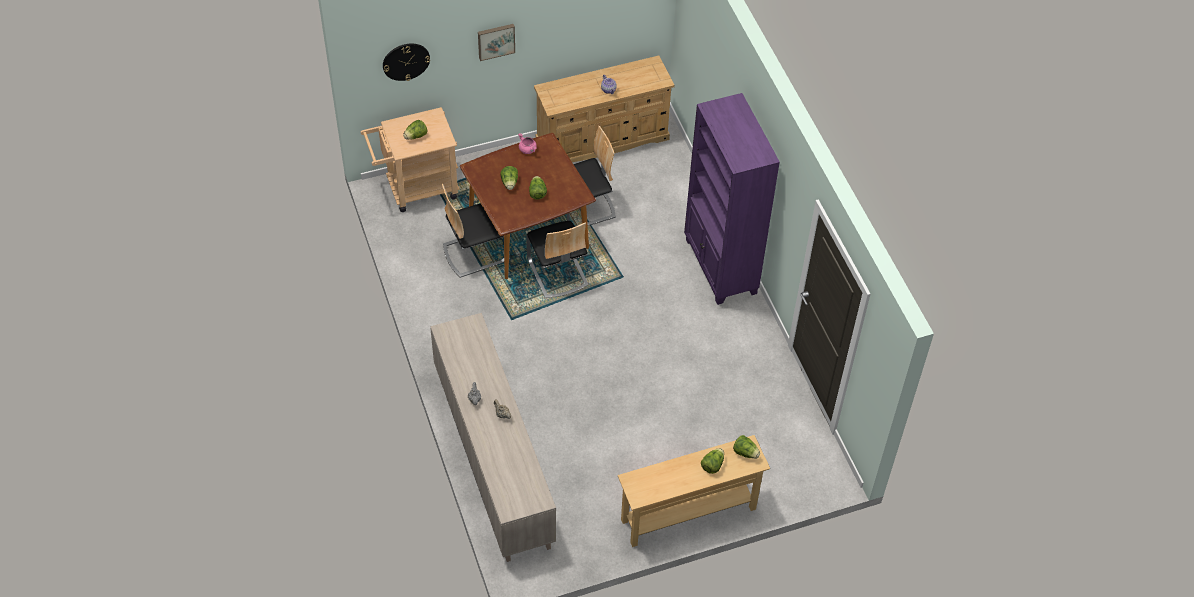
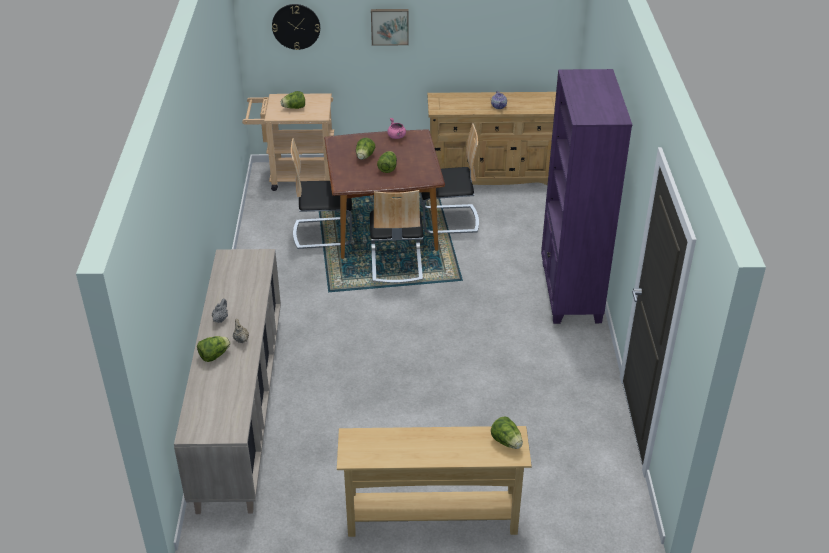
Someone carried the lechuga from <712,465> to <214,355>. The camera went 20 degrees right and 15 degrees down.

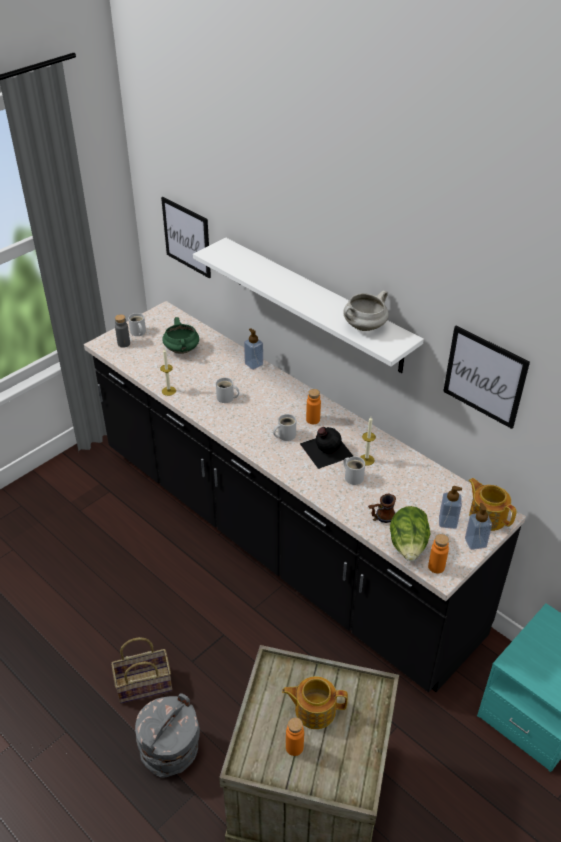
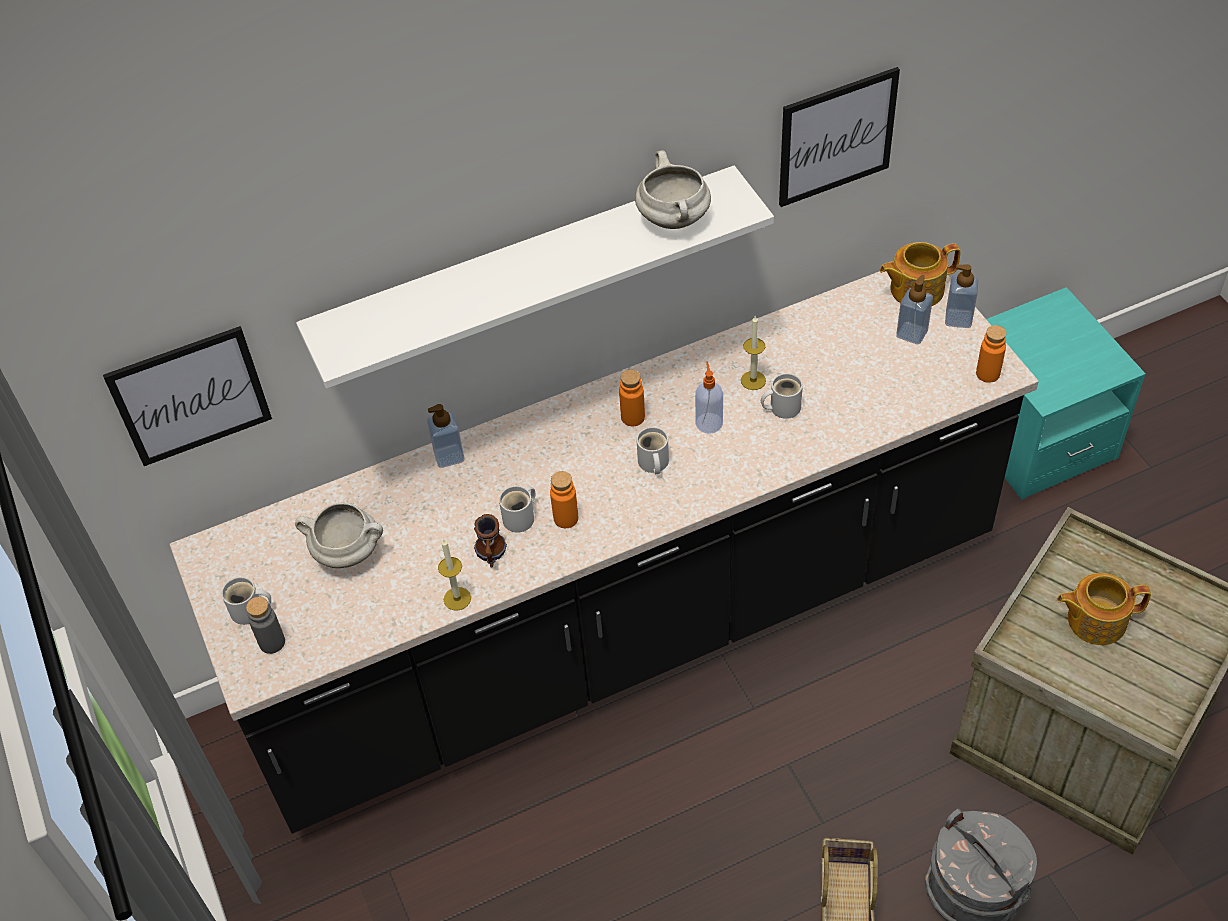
Someone repainted the olla/verde at <182,350>, which became the olla/blanco at <348,551>. Someone carried the taza grande from <380,518> to <491,556>. Someone carried the botella/naranja from <294,747> to <566,518>. Someone swapped the botella/negro at <325,449> for the dispensador de jabón at <709,422>. Someone rotated the tetera at <314,710> by 60 degrees clockwise. Someone took away the lechuga at <408,546>. The camera went 65 degrees left and 10 degrees up.

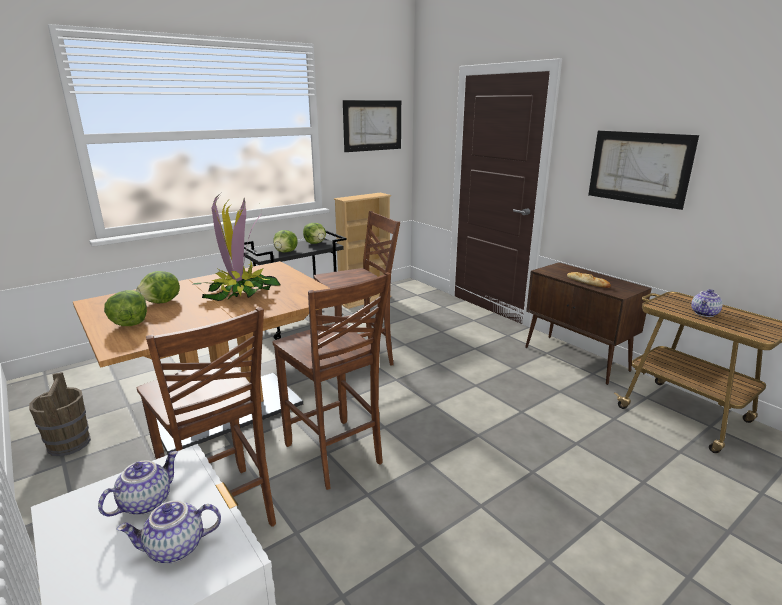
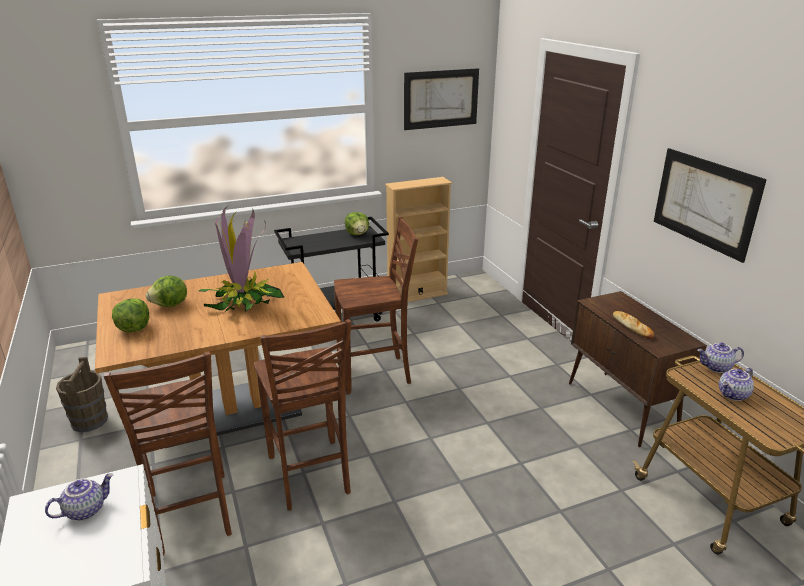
Someone carried the tetera from <175,549> to <716,368>. Someone took away the lechuga at <286,252>. The camera went 15 degrees right and 5 degrees up.

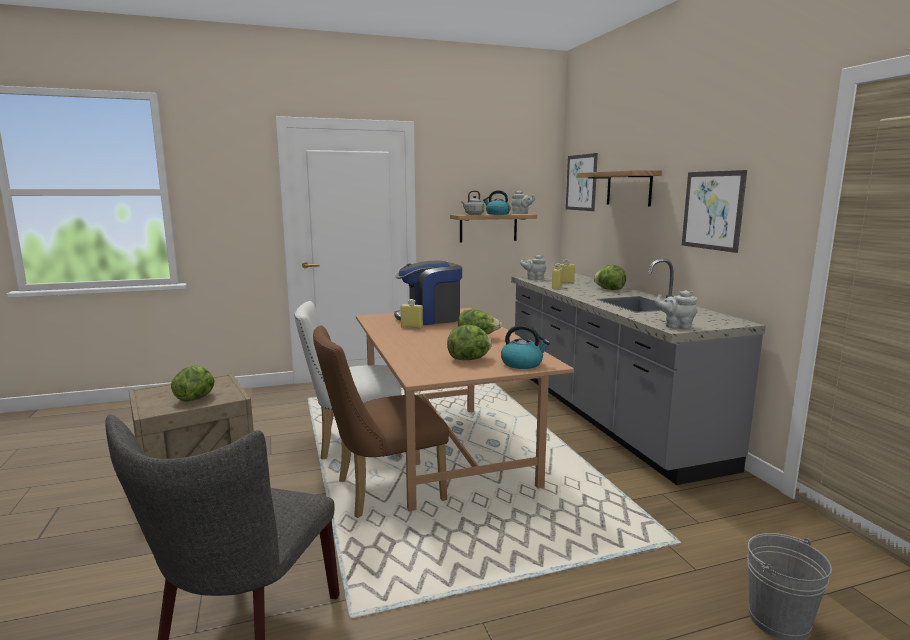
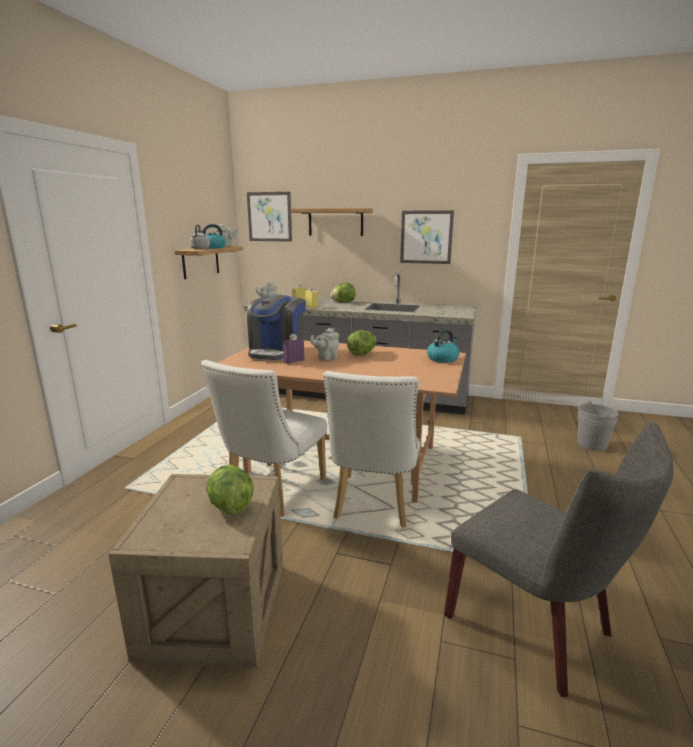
Someone repainted the botella/amarillo at <412,327>, which became the botella/morado at <294,361>. Someone carried the tetera/gris from <676,326> to <326,357>. Someone repainted the silla/marrón at <381,491>, which became the silla/blanco at <374,505>. Someone took away the lechuga at <469,359>. The camera went 55 degrees left and 5 degrees up.

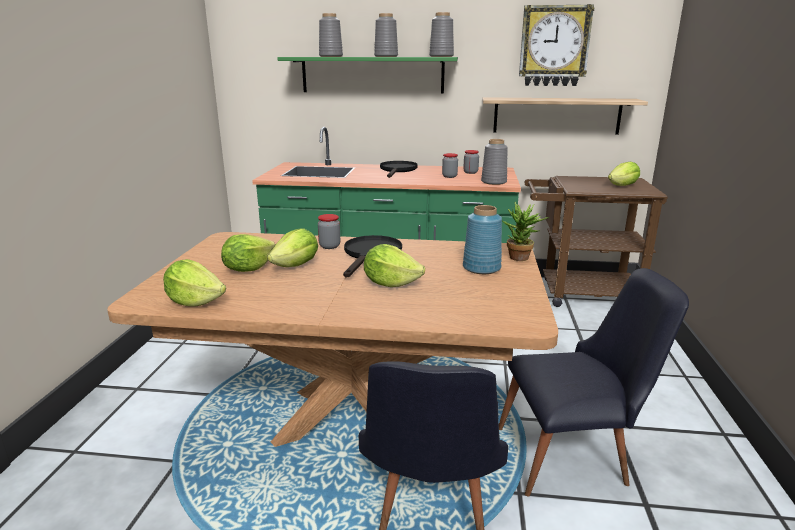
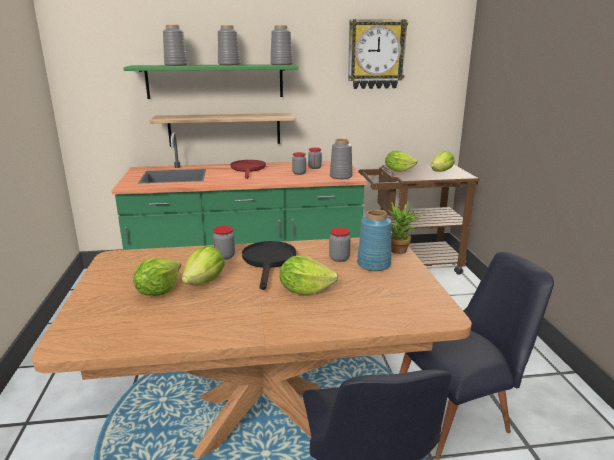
Someone carried the estante from <556,115> to <224,129>. Someone repainted the sartén/negro at <397,170>, which became the sartén/rojo at <248,169>. Someone put down the tarro at <339,258>. Someone carried the lechuga from <195,302> to <398,170>. The camera went 15 degrees left and 0 degrees up.

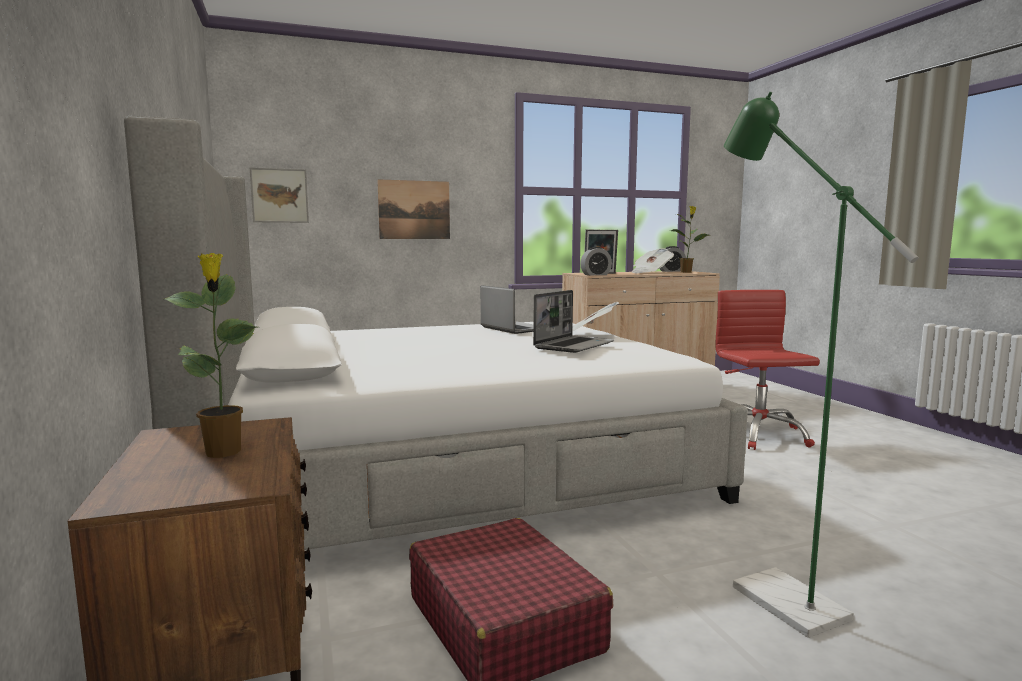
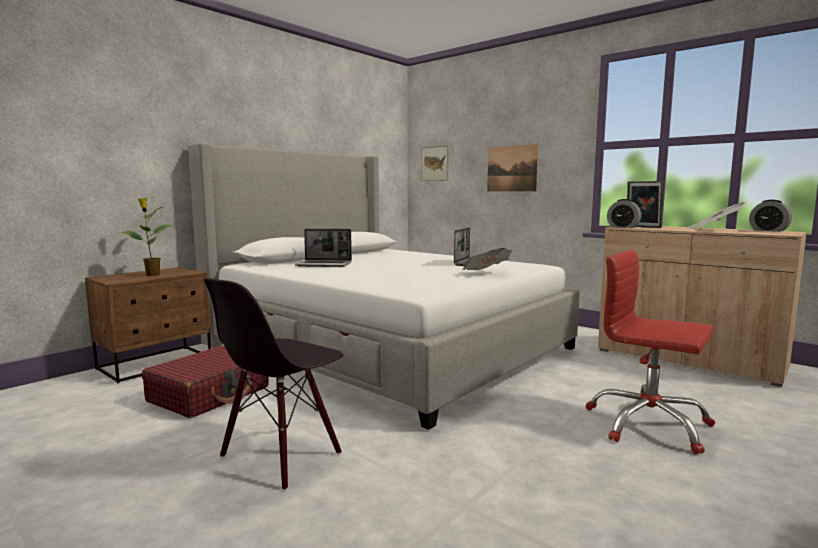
Someone swapped the lámpara de pie/verde at <773,593> for the silla/negro at <281,456>. Someone carried the portátil from <573,345> to <325,265>. Someone rotated the silla de oficina/rojo at <758,434> by 105 degrees counterclockwise. Someone took away the planta en maceta at <686,272>. The camera went 60 degrees right and 0 degrees up.

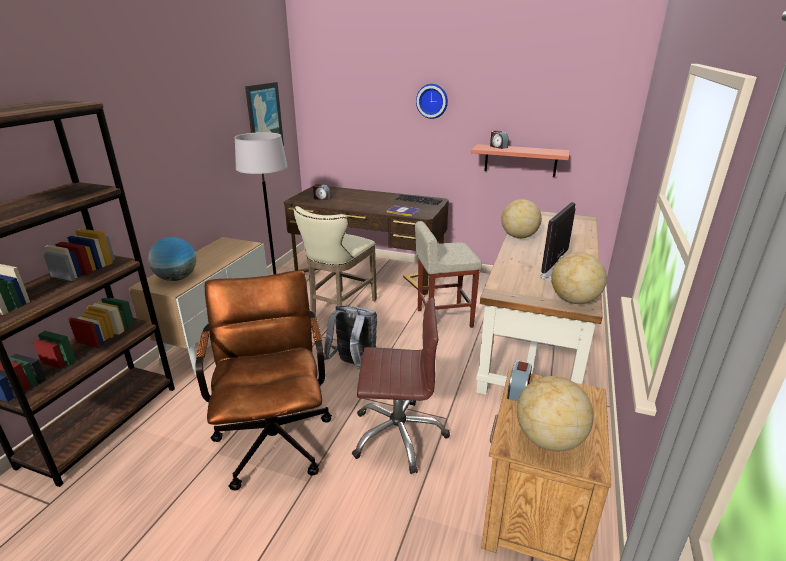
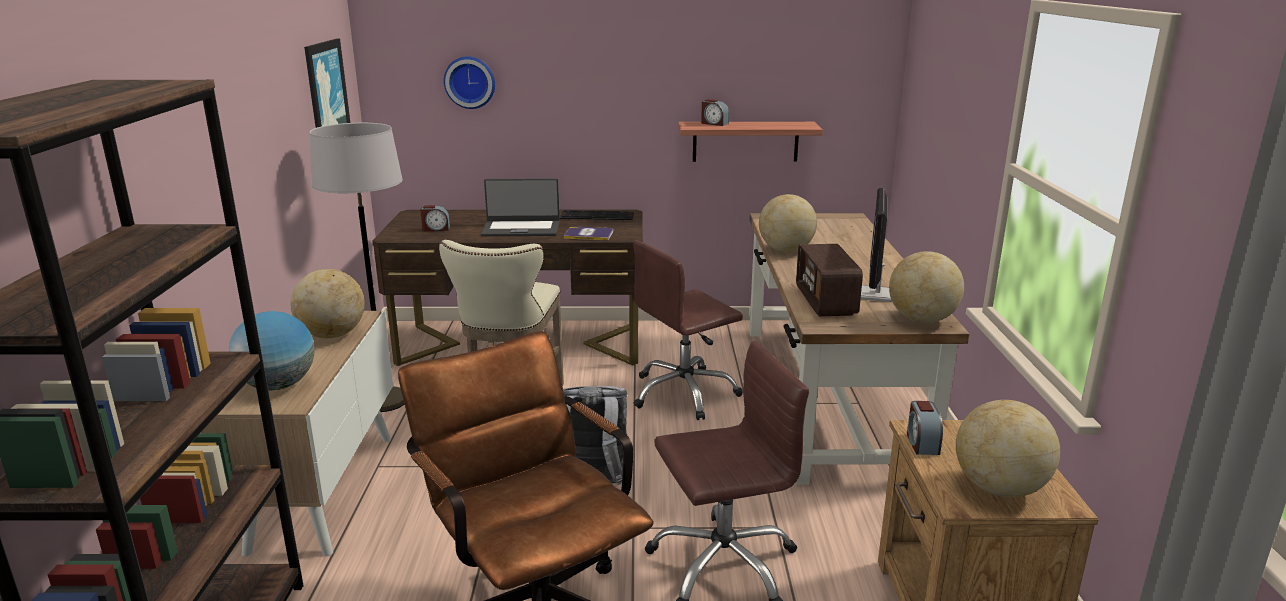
Someone put down the globo terráqueo at <332,335>. Someone carried the reloj de pared from <432,101> to <470,82>. Someone put down the portátil at <521,229>. Someone swapped the taburete/beis at <443,318> for the silla de oficina/marrón at <684,393>. Someone put down the radio at <825,302>. The camera went 20 degrees left and 5 degrees down.

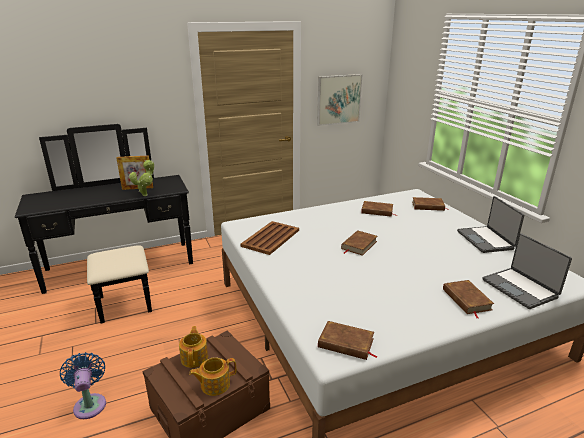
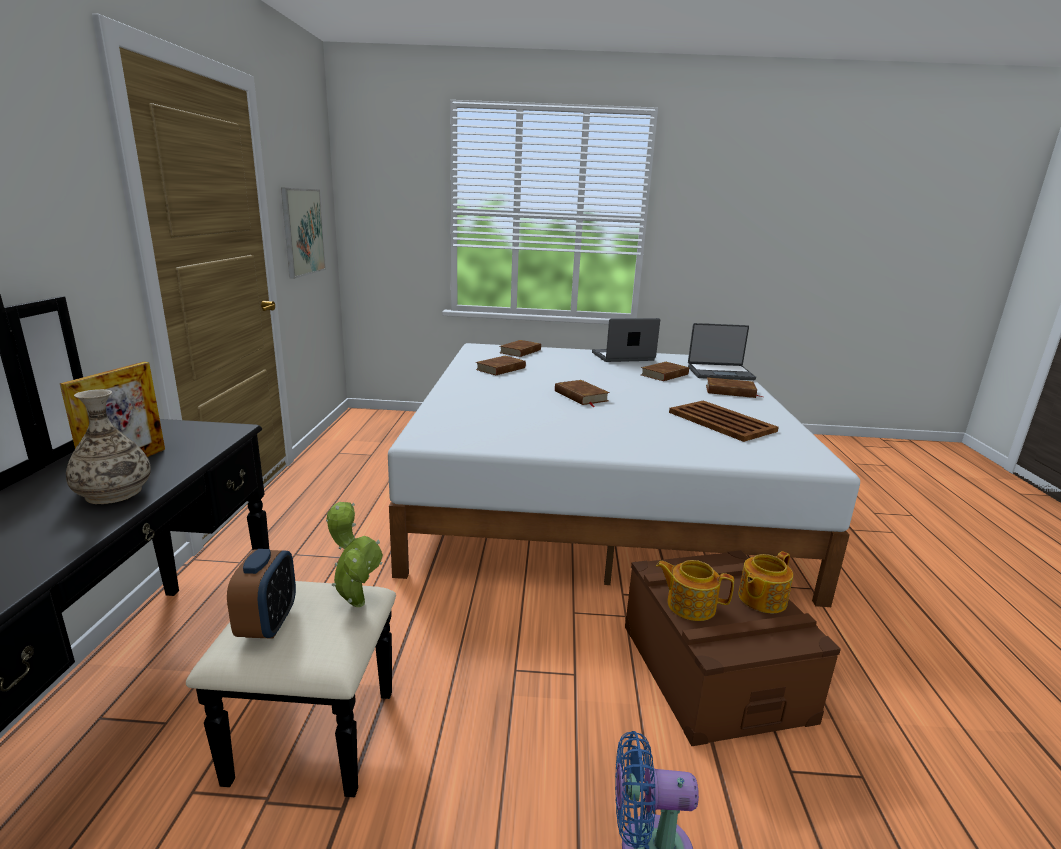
Someone put down the florero at <114,493>. Someone put down the despertador at <268,624>. Someone carried the planta en maceta from <146,194> to <356,601>. Someone rotated the portátil at <486,240> by 150 degrees clockwise. Someone carried the libro/marrón from <346,343> to <664,375>. Someone carried the bandeja/marrón from <270,238> to <722,422>. Someone rotated the tetera at <214,384> by 45 degrees clockwise. The camera went 65 degrees left and 5 degrees down.

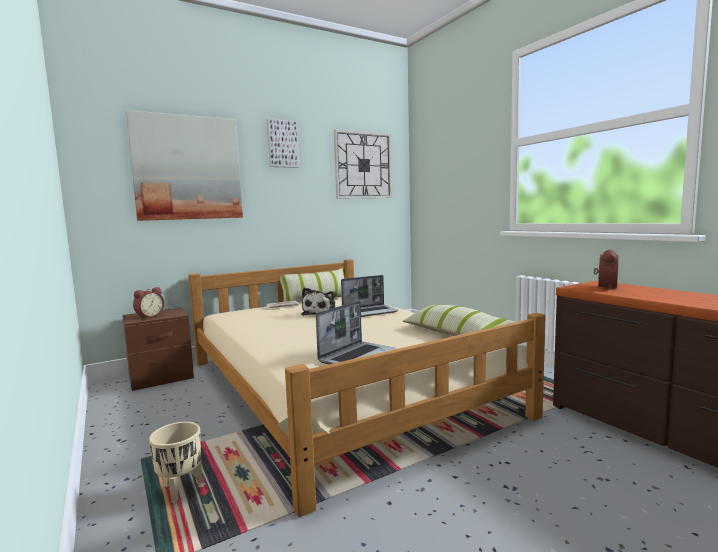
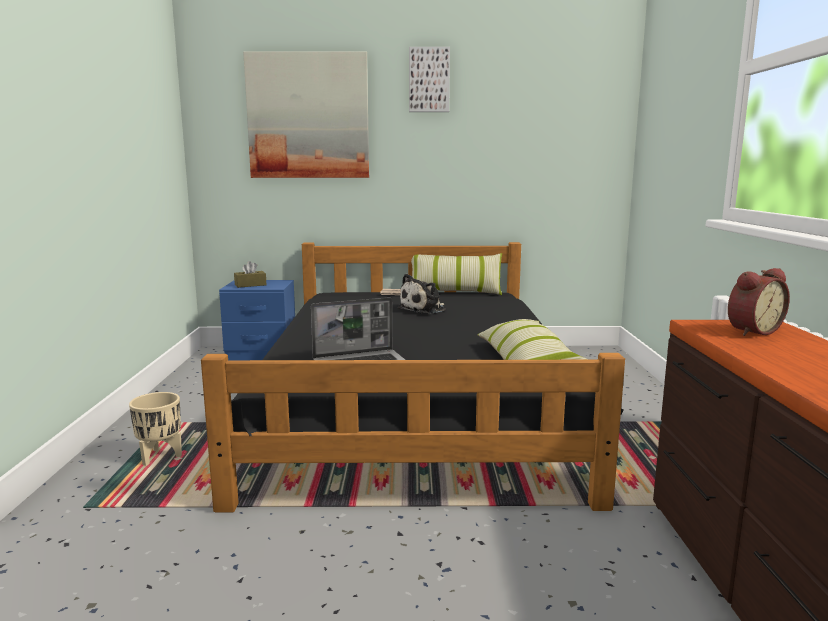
Someone repainted the cama/beis at <339,386>, which became the cama/negro at <413,404>. Someone repainted the mesita de noche/marrón at <161,377>, which became the mesita de noche/azul at <262,354>. Someone swapped the despertador at <149,316> for the caja de pañuelos/marrón at <250,285>. Someone took away the reloj de pared at <363,165>. Someone took away the portátil at <370,312>. The camera went 30 degrees right and 5 degrees up.

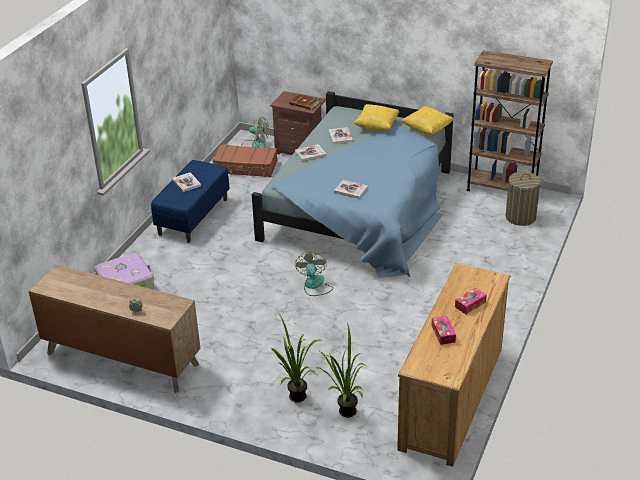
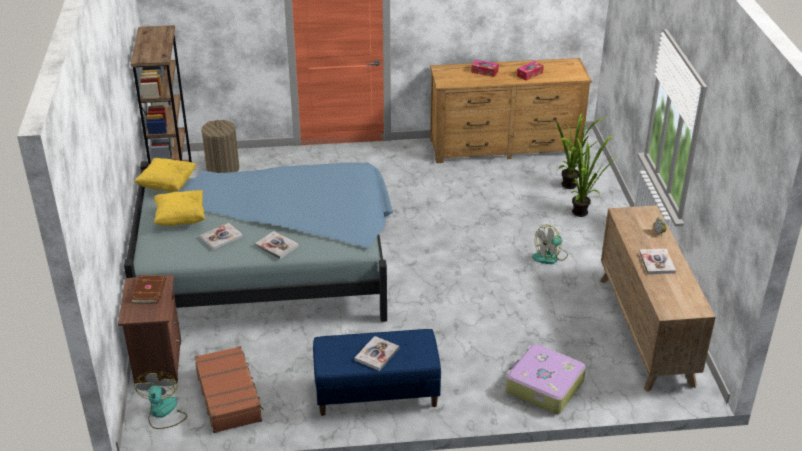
Someone carried the ventilador from <314,285> to <550,256>. Someone carried the libro from <351,190> to <657,262>. The camera went 120 degrees left and 0 degrees up.

